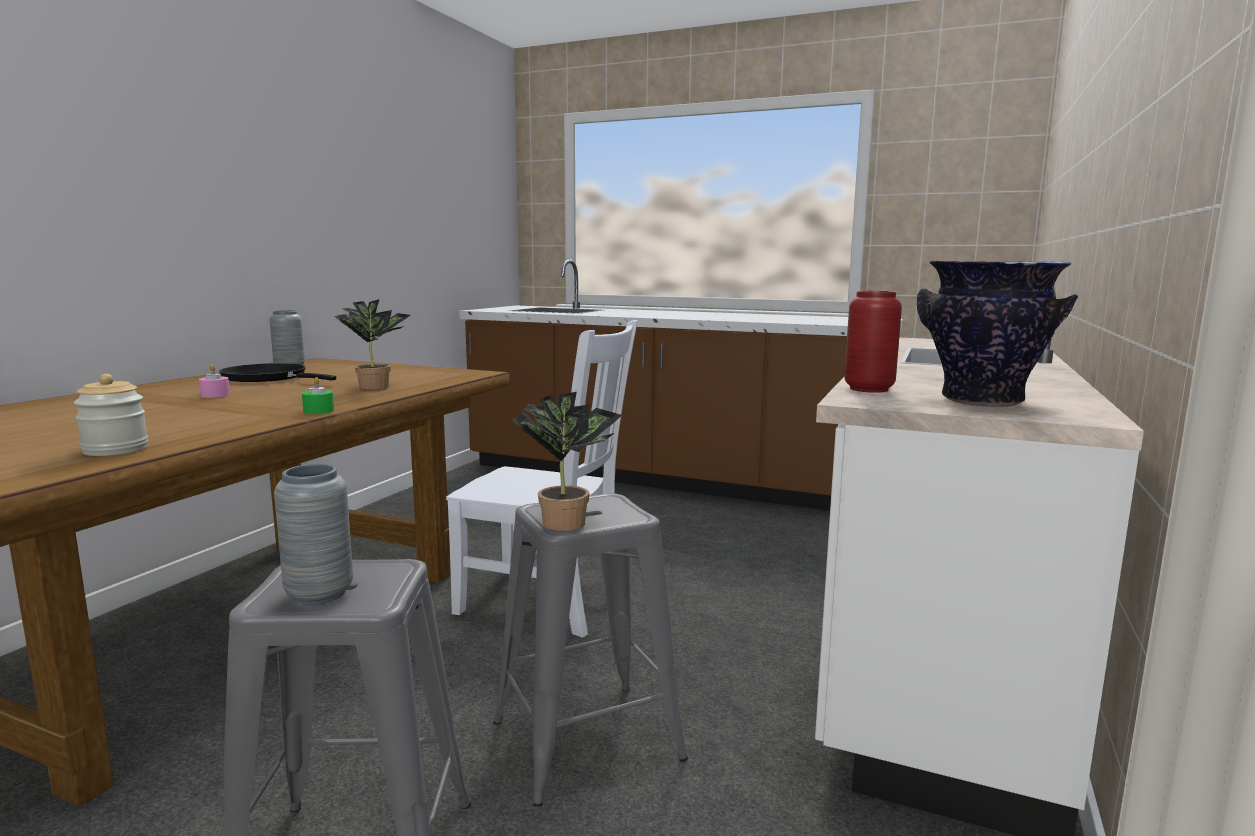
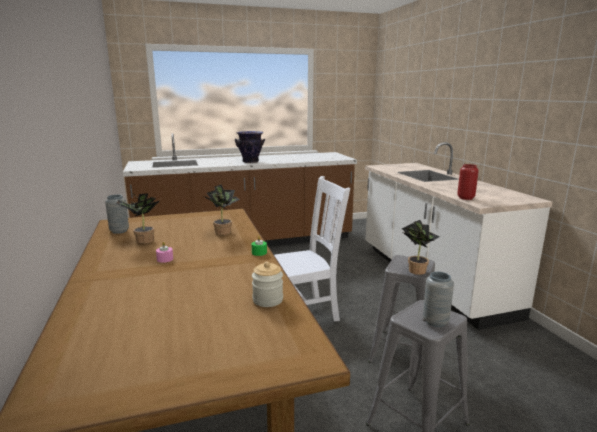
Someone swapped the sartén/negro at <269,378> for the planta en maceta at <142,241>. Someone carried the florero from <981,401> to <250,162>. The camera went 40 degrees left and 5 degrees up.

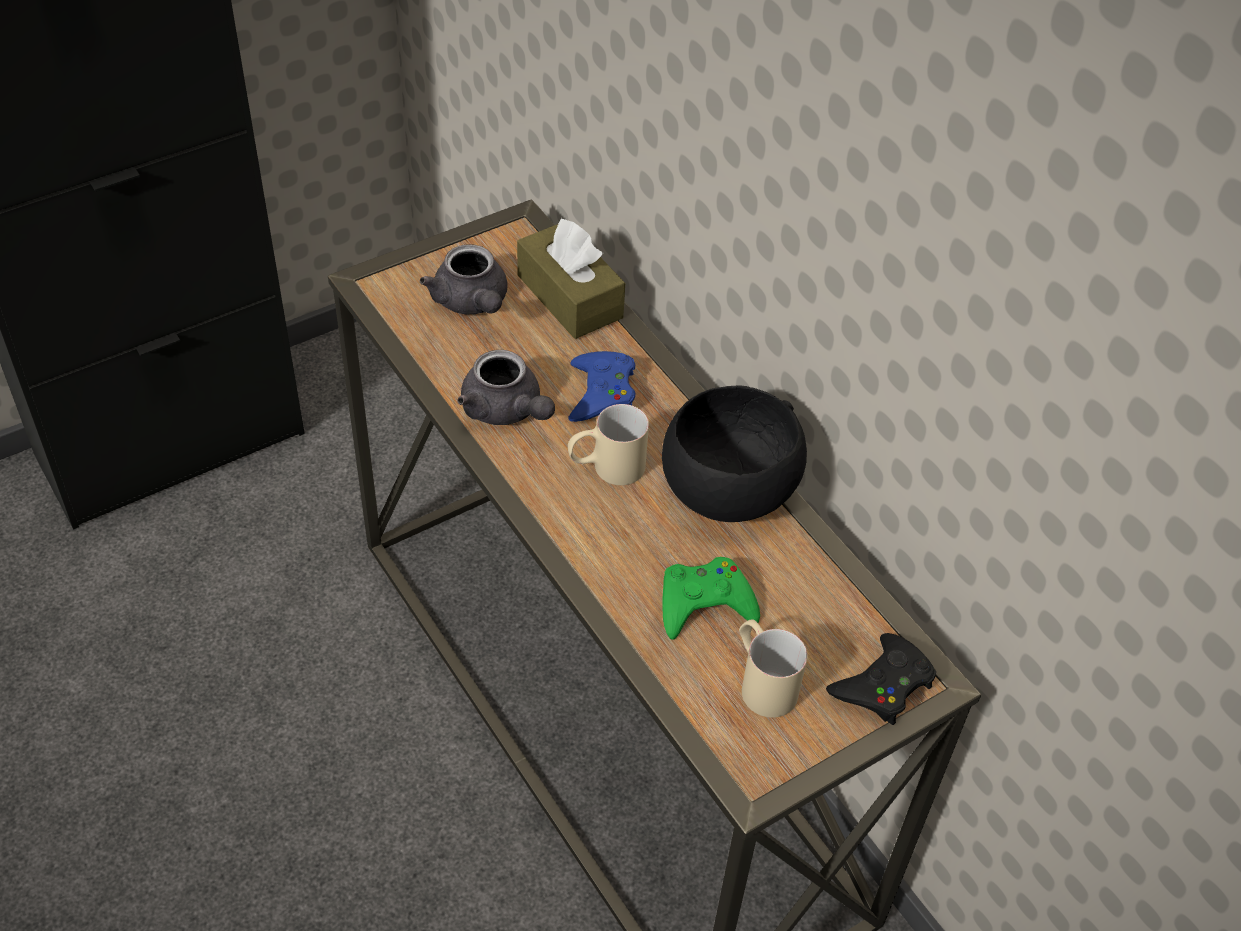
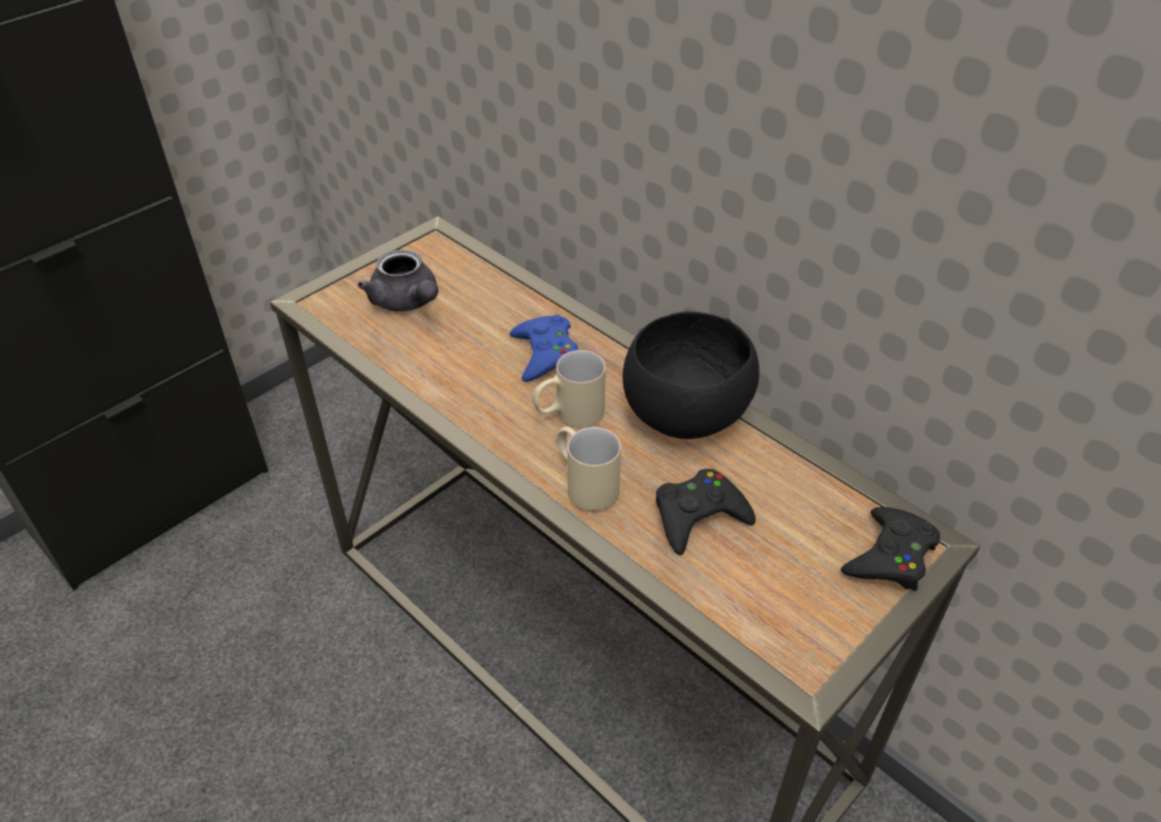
Someone carried the taza grande/beis from <762,681> to <584,483>. Someone repainted the mando de consola/verde at <704,604>, which became the mando de consola/negro at <698,516>. Someone took away the tetera/gris at <506,411>. Someone took away the caja de pañuelos/marrón at <569,296>. The camera went 10 degrees left and 5 degrees down.

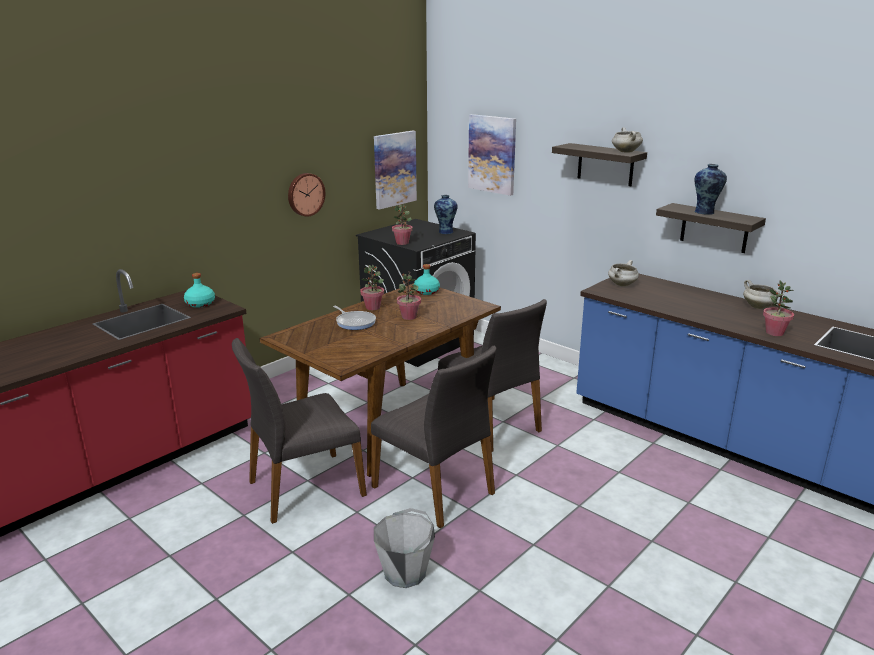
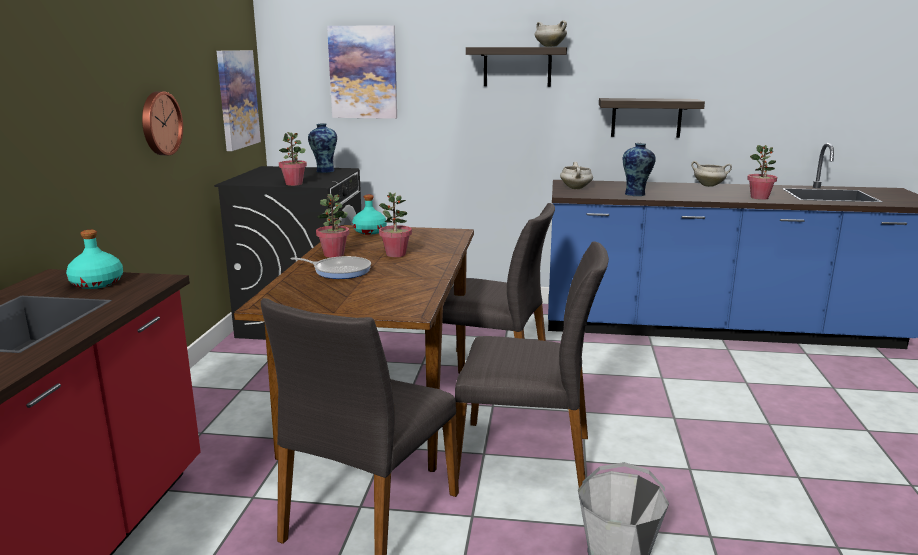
Someone carried the florero from <705,212> to <636,194>. The camera went 35 degrees left and 5 degrees down.

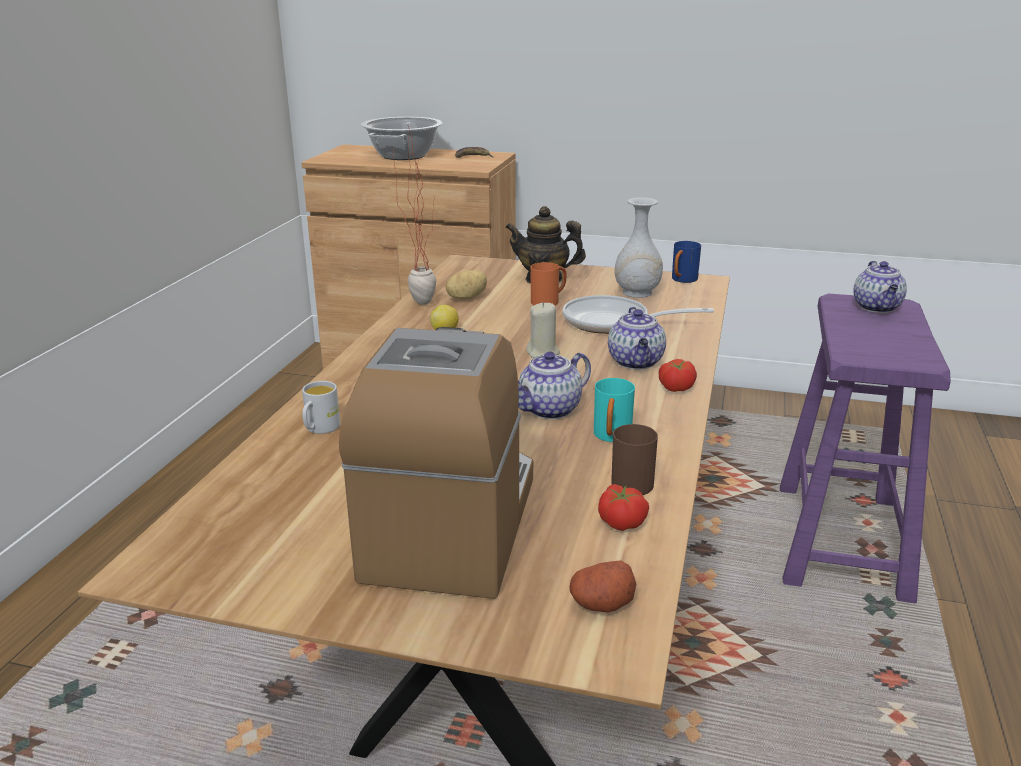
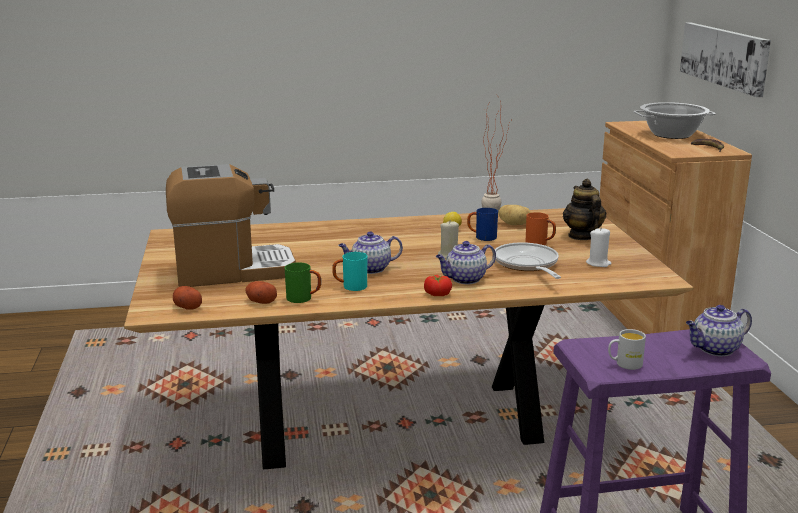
Someone swapped the tomate at <622,521> for the patata at <260,301>. Someone repainted the taza grande/marrón at <636,481>, which became the taza grande/verde at <304,299>. Someone rotated the tetera at <549,410> by 45 degrees counterclockwise. Someone carried the taza grande/azul from <682,280> to <481,237>. Someone swapped the florero/blanco at <637,293> for the vela/blanco at <598,263>. Someone carried the taza grande/blanco from <319,429> to <624,364>. Someone put up the cuadro at <724,57>. The camera went 65 degrees right and 5 degrees down.

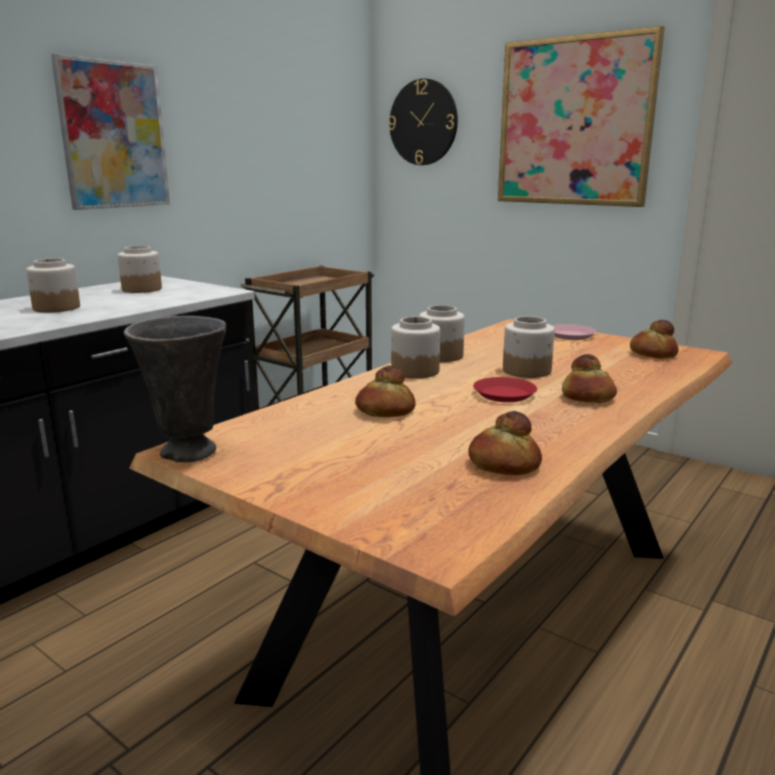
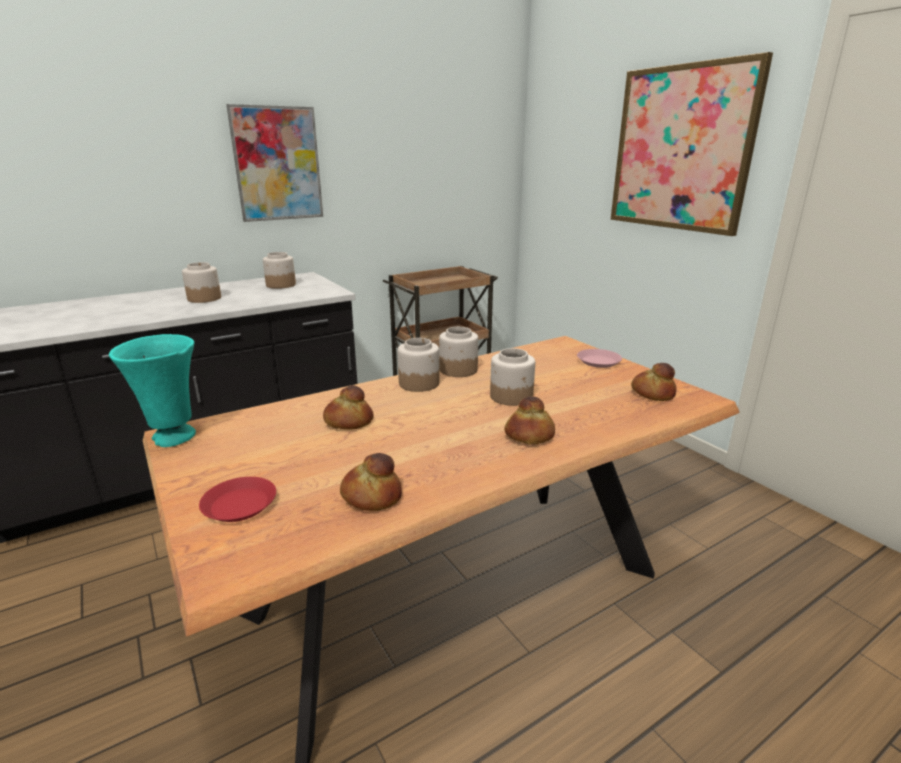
Someone repainted the florero/gris at <189,453>, which became the florero/turquesa at <173,438>. Someone carried the plato/rojo from <504,394> to <240,504>. Someone took away the reloj de pared at <423,122>. The camera went 20 degrees right and 5 degrees up.

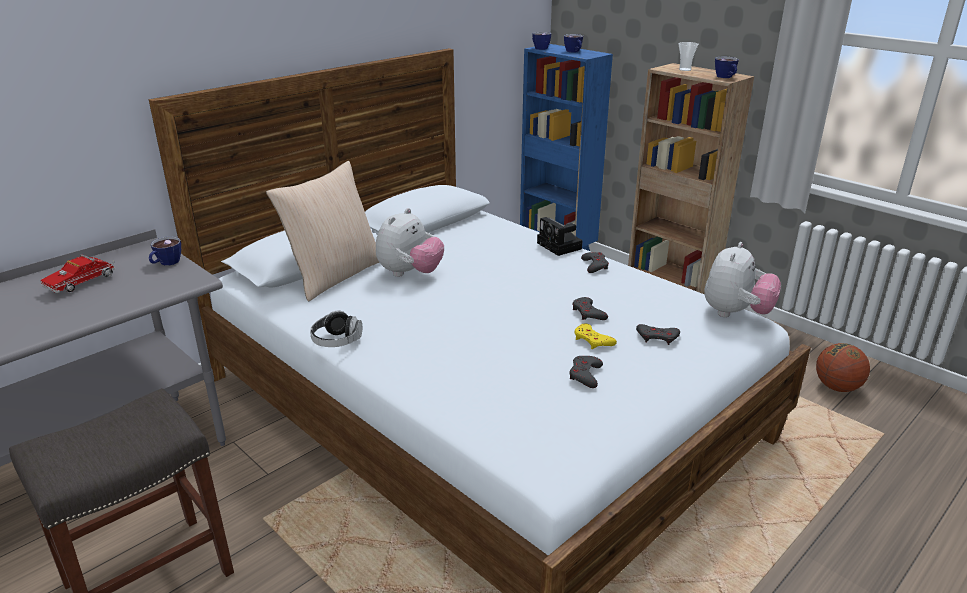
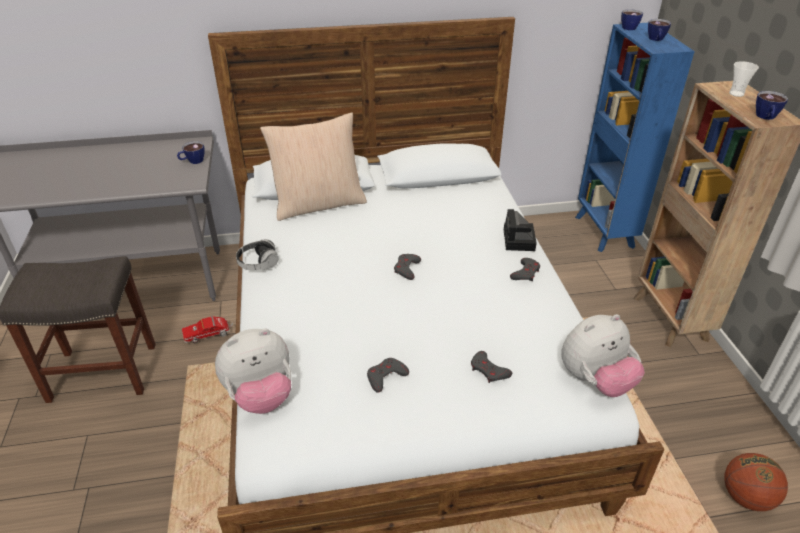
Someone carried the camión de juguete from <84,282> to <209,334>. Someone carried the peluche from <410,273> to <261,396>. Someone carried the mando de consola/gris from <588,313> to <407,269>. Someone took away the mando de consola/amarillo at <593,340>. The camera went 35 degrees right and 10 degrees up.

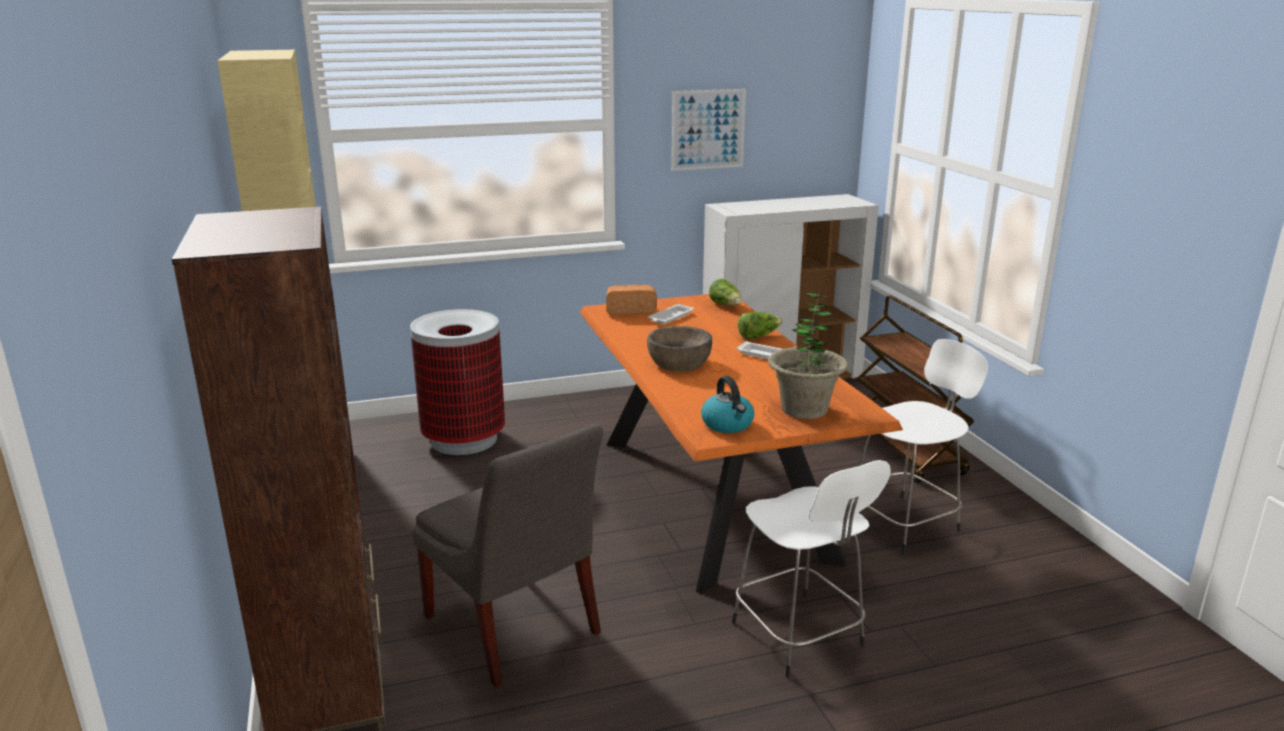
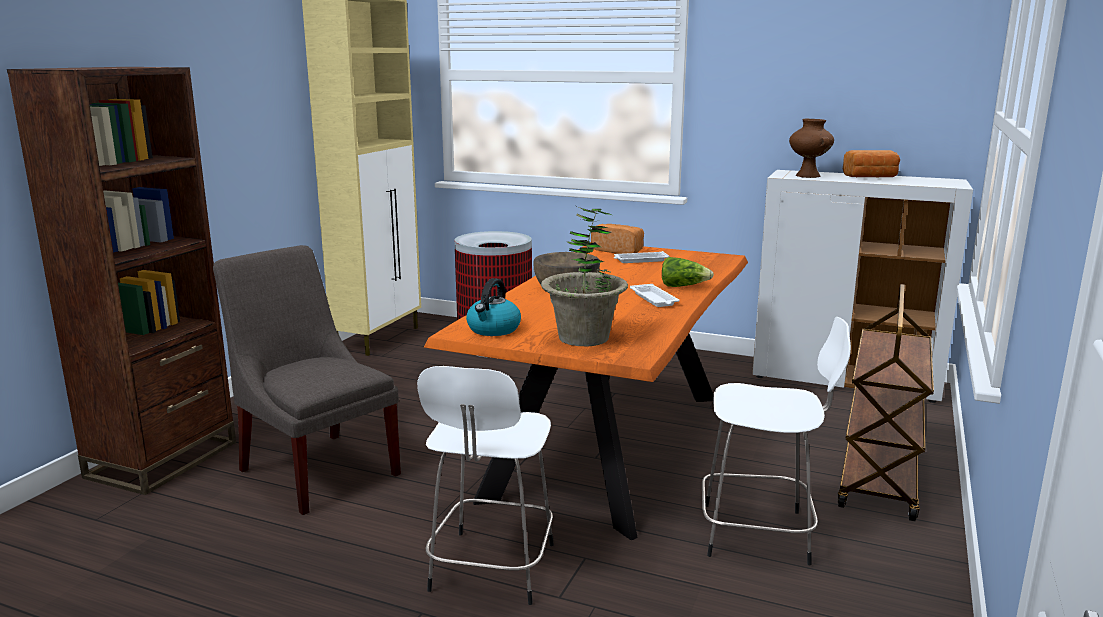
Someone rotated the silla/gris at <514,629> by 135 degrees clockwise. Someone put down the florero/marrón at <809,176>. Someone put down the pan at <871,177>. Someone took away the cuadro at <708,129>. Someone took away the lechuga at <726,305>. The camera went 40 degrees right and 5 degrees down.

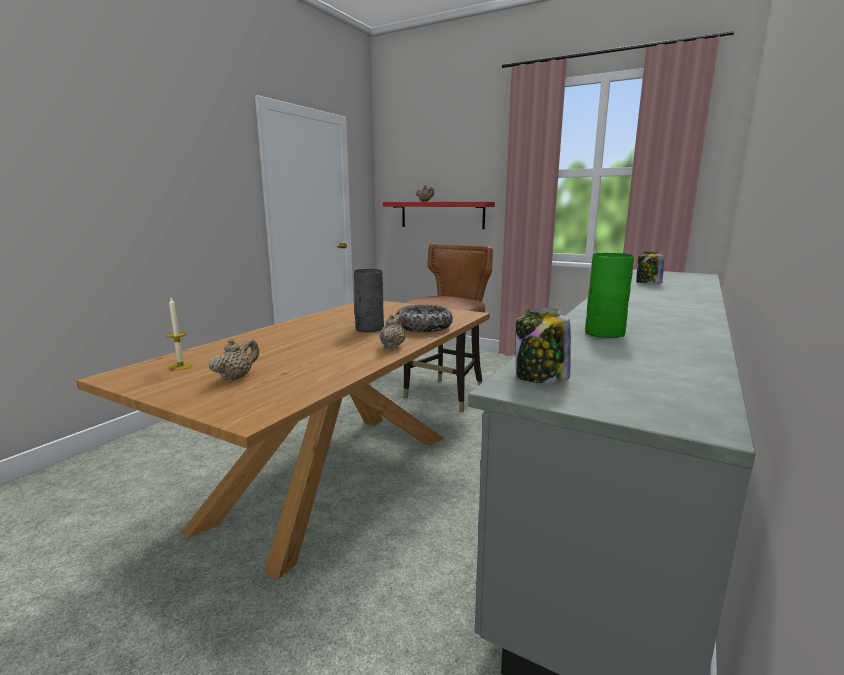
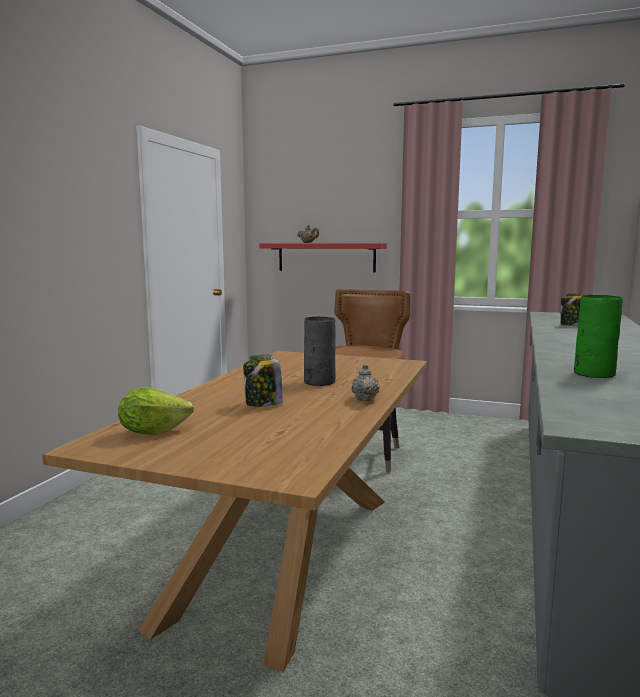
Someone swapped the vela at <180,366> for the lechuga at <153,432>. Someone carried the tarro from <540,378> to <263,404>. Someone took away the tetera/beis at <236,377>. Someone took away the cuenco at <423,327>. The camera went 10 degrees left and 5 degrees down.

